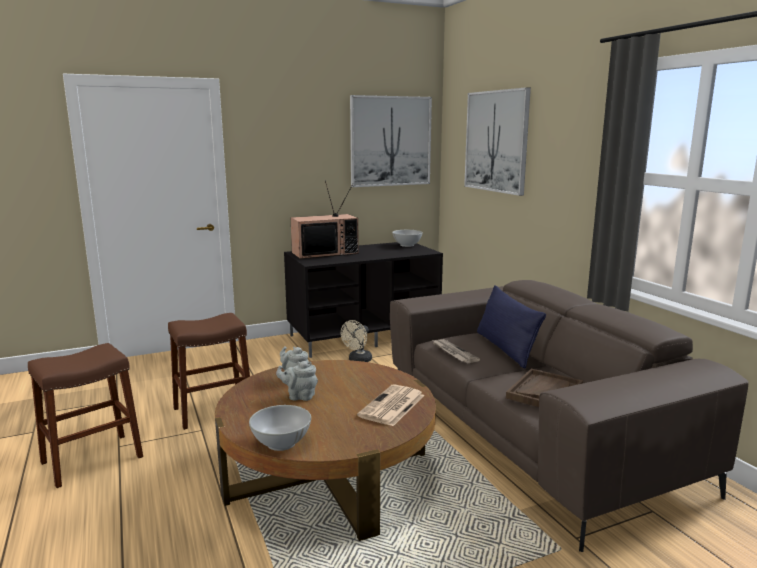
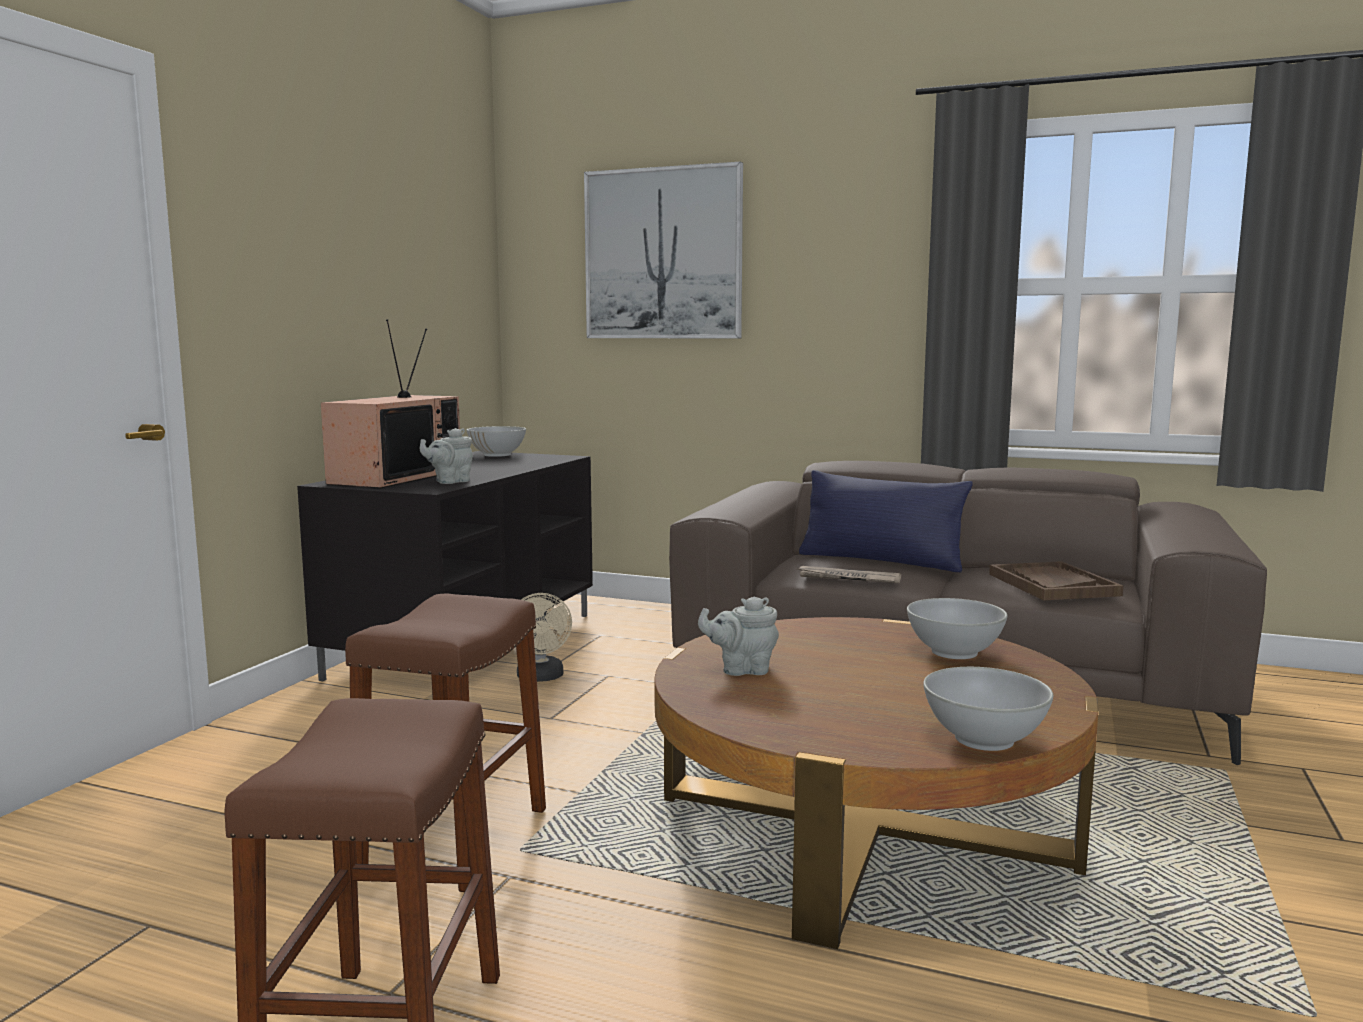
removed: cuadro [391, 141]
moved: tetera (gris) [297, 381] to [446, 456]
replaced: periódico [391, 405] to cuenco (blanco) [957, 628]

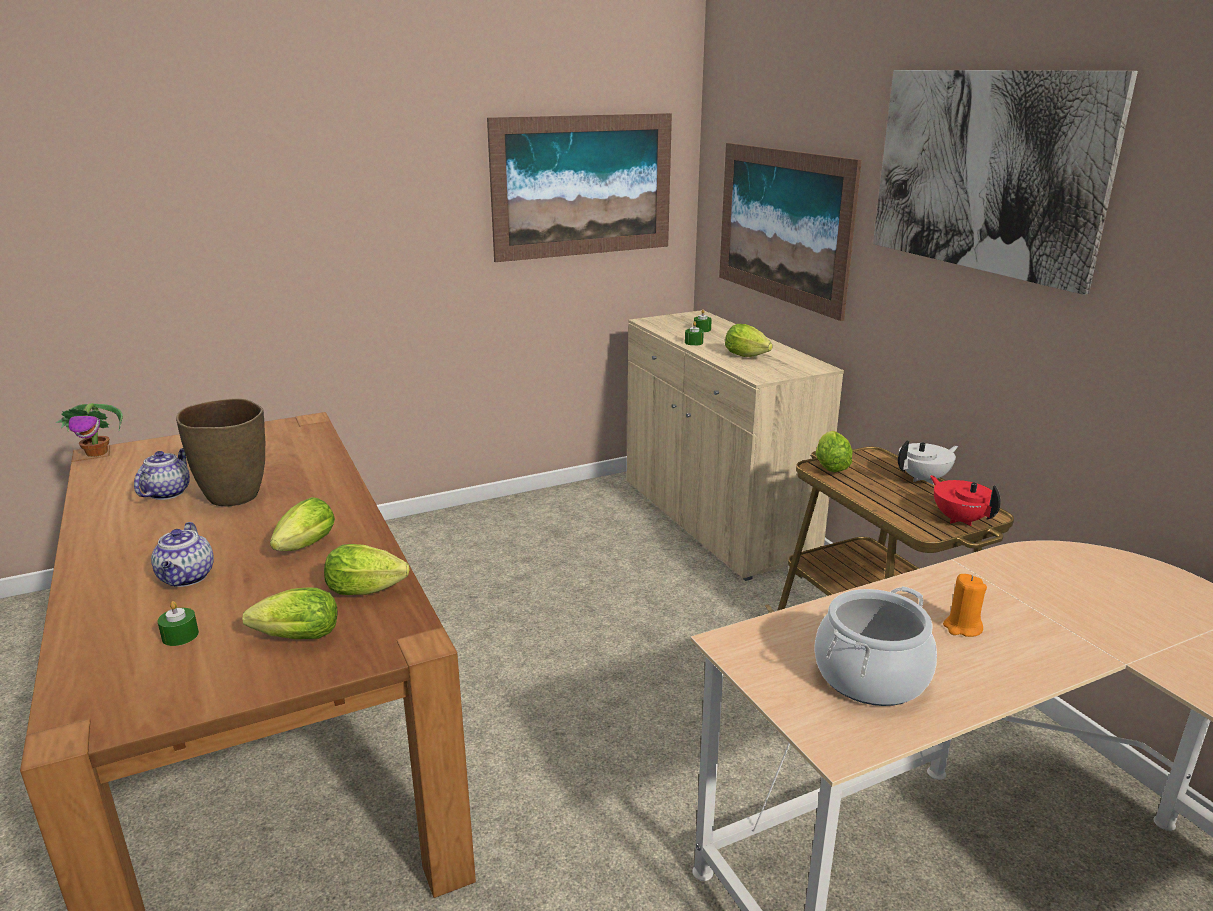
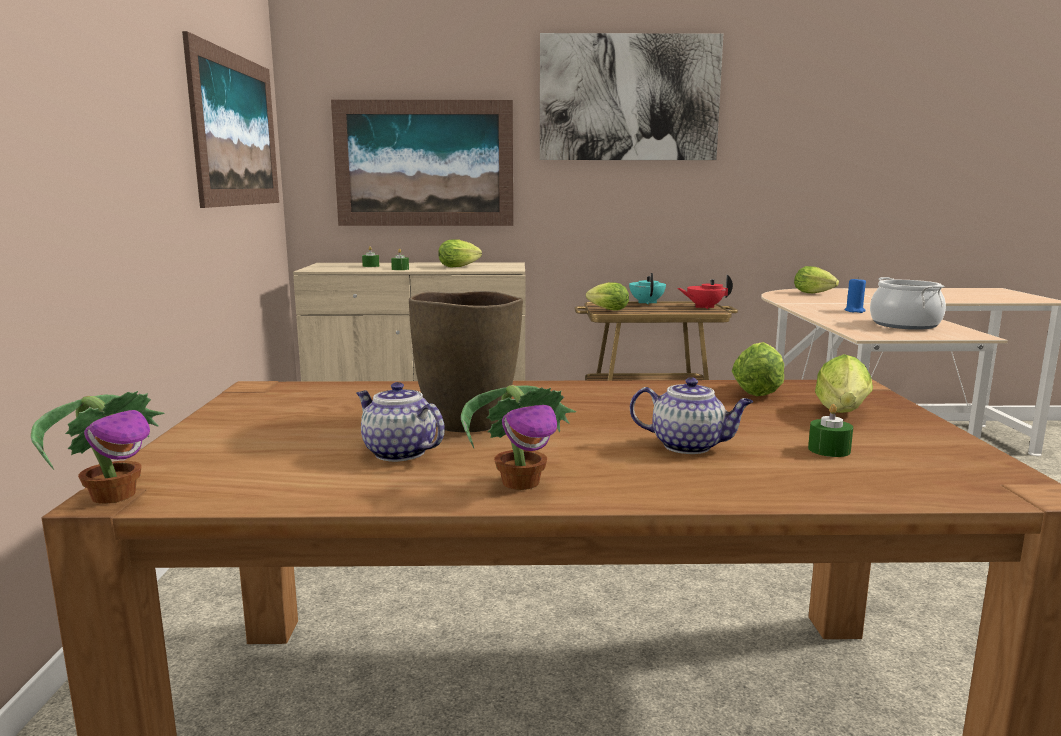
added: planta en maceta [518, 437]
moved: lechuga [302, 524] to [816, 279]
recoloured: tetera (blanco) [928, 462] to tetera (turquesa) [647, 288]; vela (naranja) [965, 605] to vela (azul) [855, 295]

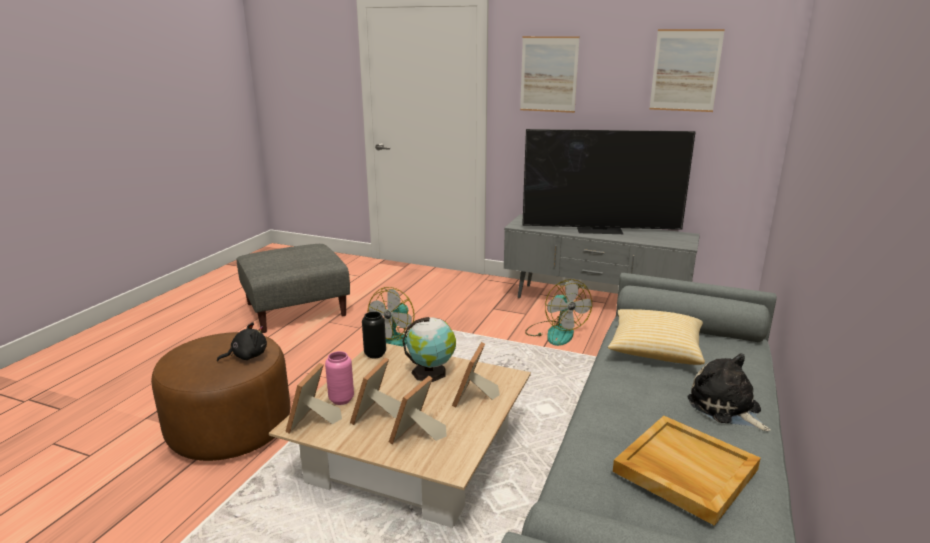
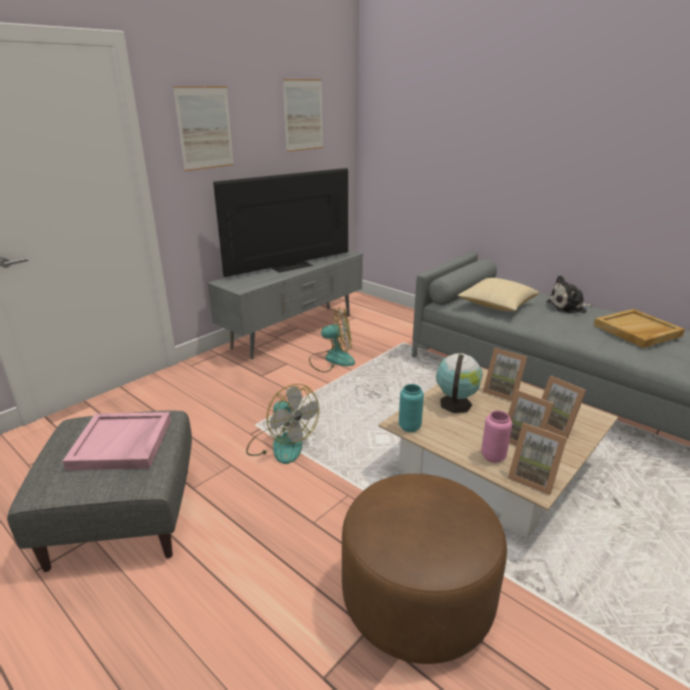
removed: peluche (negro) [242, 342]
added: bandeja (rosa) [117, 441]
recoloured: florero (negro) [374, 335] to florero (turquesa) [411, 408]
turned: televisor [609, 181] = [280, 222] 150 degrees counterclockwise

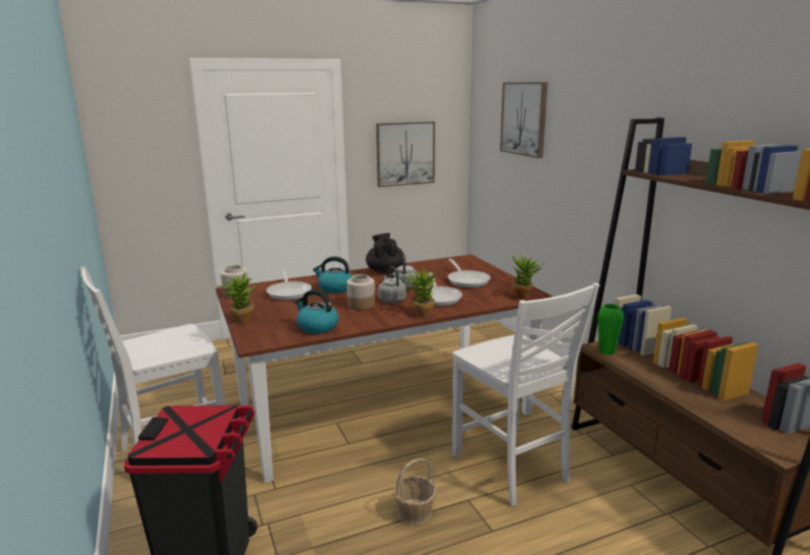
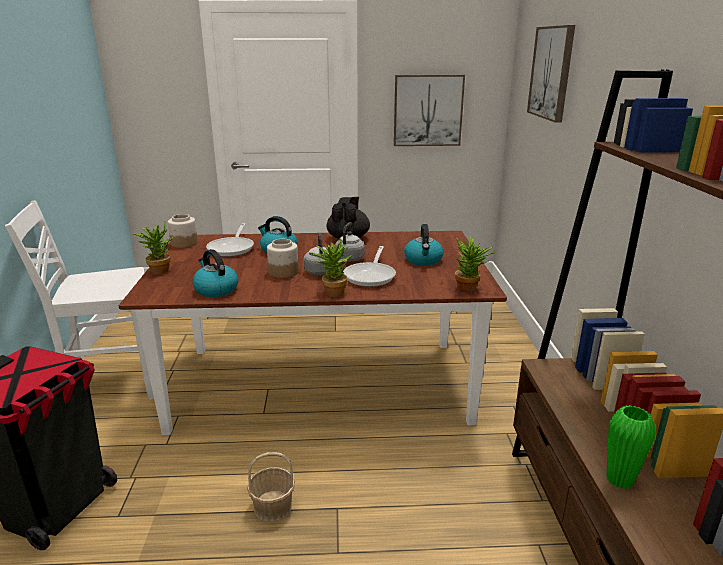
removed: silla (blanco) [526, 394]
moved: florero (verde) [611, 329] to [631, 447]
replaced: sartén [469, 273] to hervidor [424, 245]

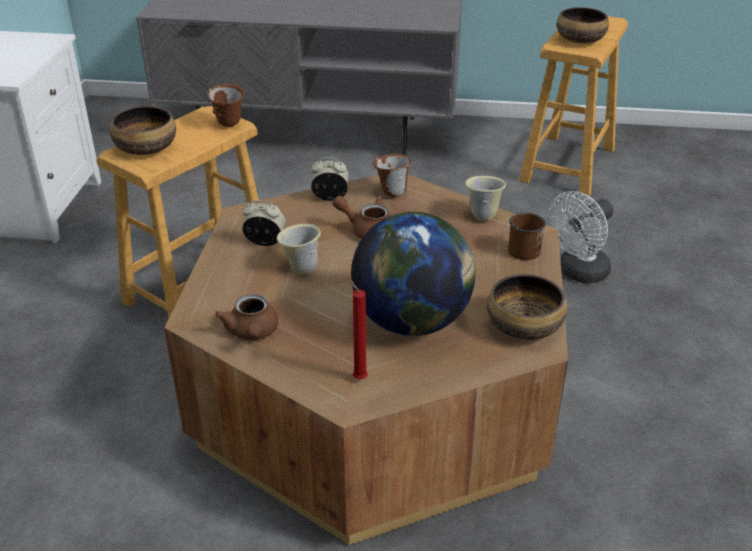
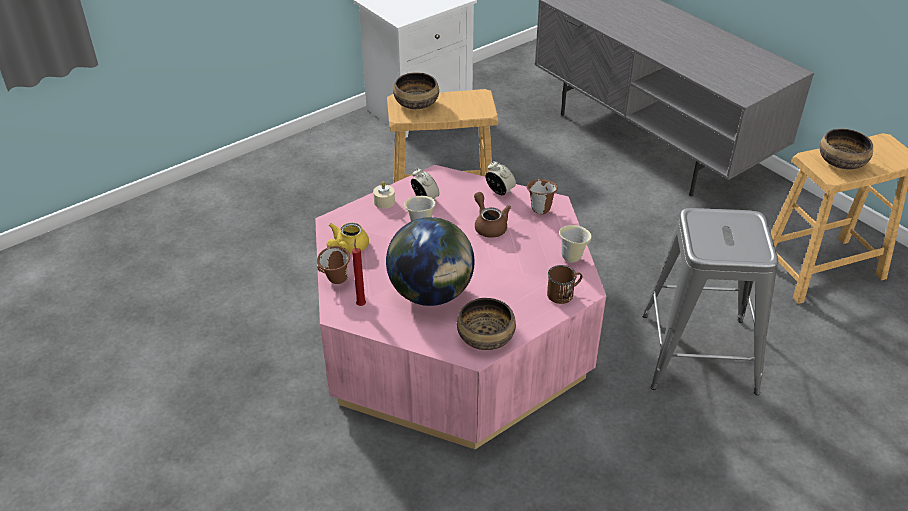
added: vela (beis) [384, 195]
moved: taza grande (marrón) [226, 105] to [333, 265]
replaced: ventilador (blanco) [580, 237] to taburete (gris) [710, 301]
recoloured: mesa de centro (marrón) [366, 360] to mesa de centro (rosa) [460, 307]; tetera (marrón) [246, 317] to tetera (amarillo) [348, 238]

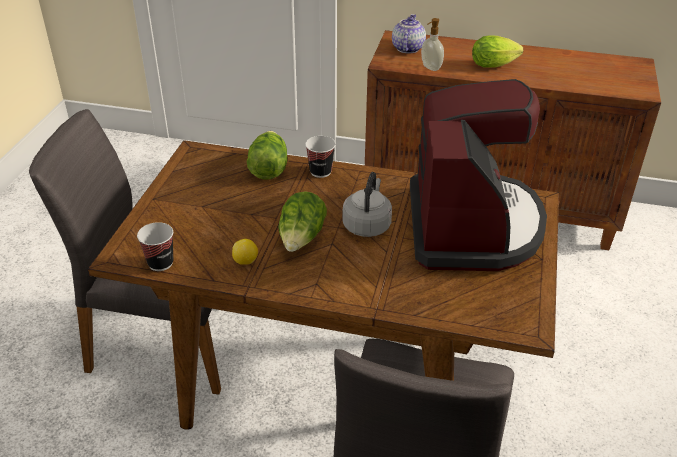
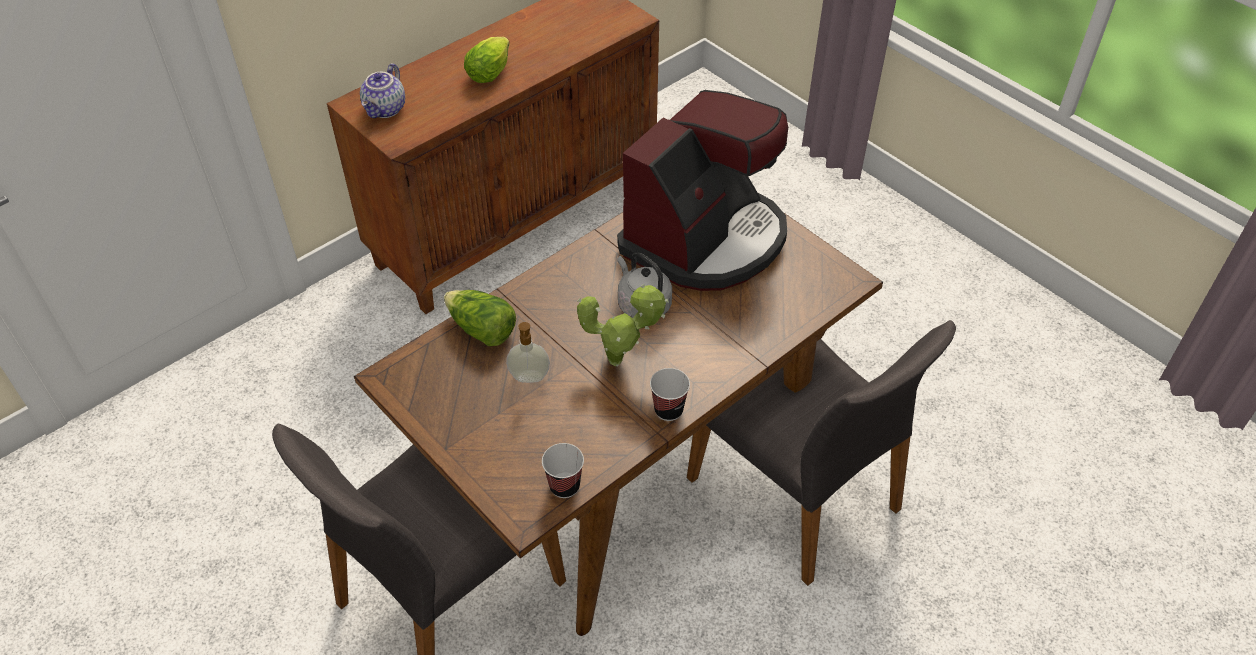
removed: limón [245, 252]
moved: taza [320, 157] to [670, 394]; dispensador de jabón [432, 44] to [528, 352]
replaced: lechuga [302, 221] to planta en maceta [623, 325]
turned: tetera [409, 34] = [382, 90] 120 degrees counterclockwise; cafetera [478, 175] = [702, 190] 90 degrees clockwise

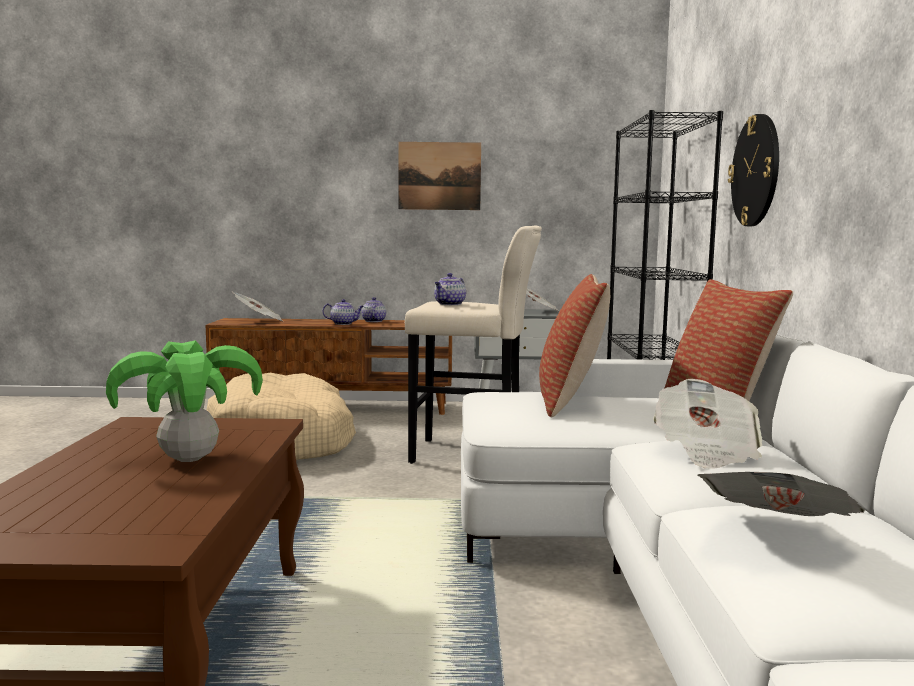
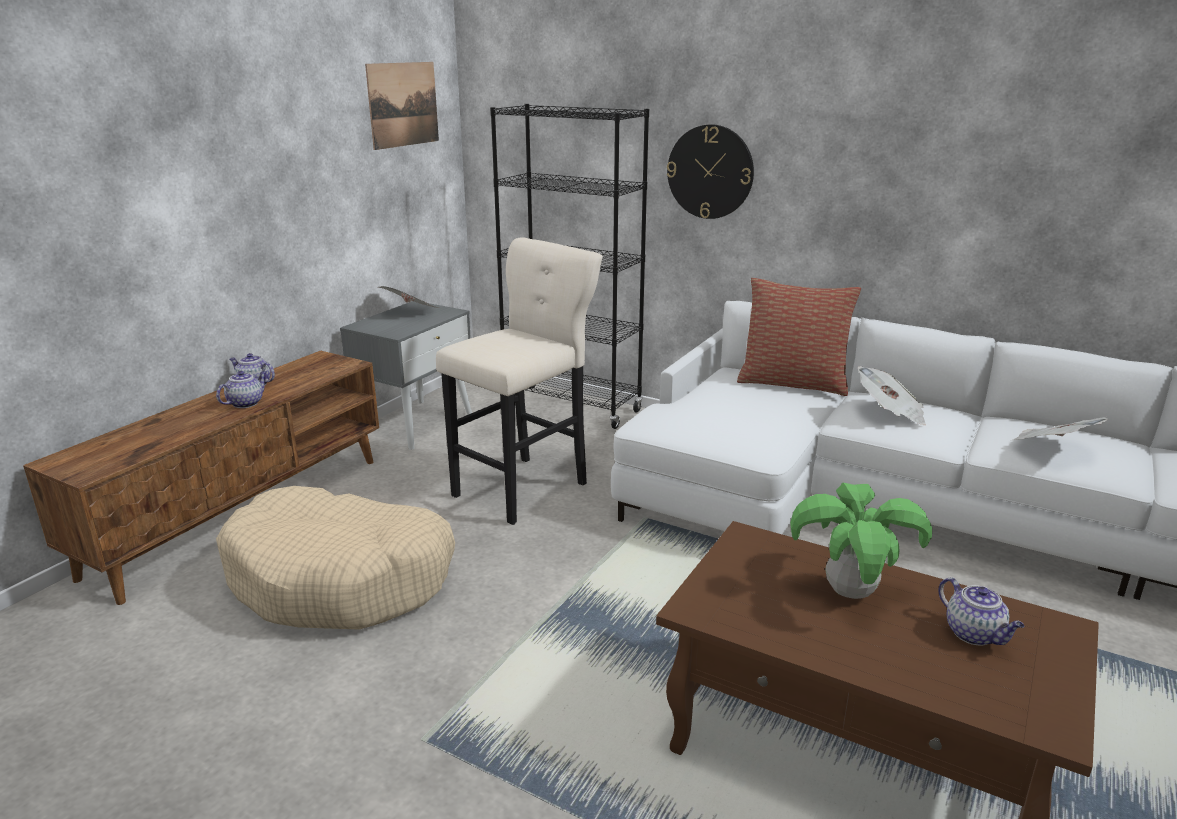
removed: periódico [257, 306]; cojín [574, 345]
moved: cuadro [440, 176] to [402, 106]; tetera [450, 289] to [982, 611]

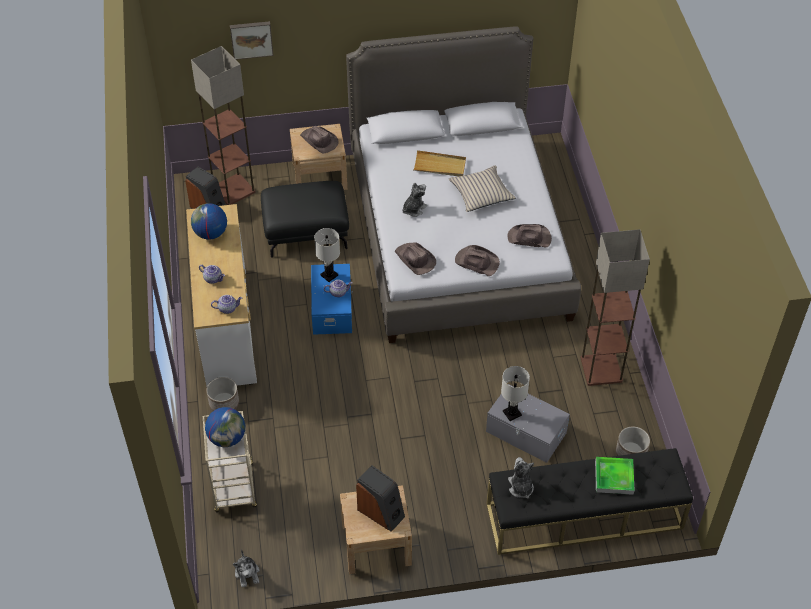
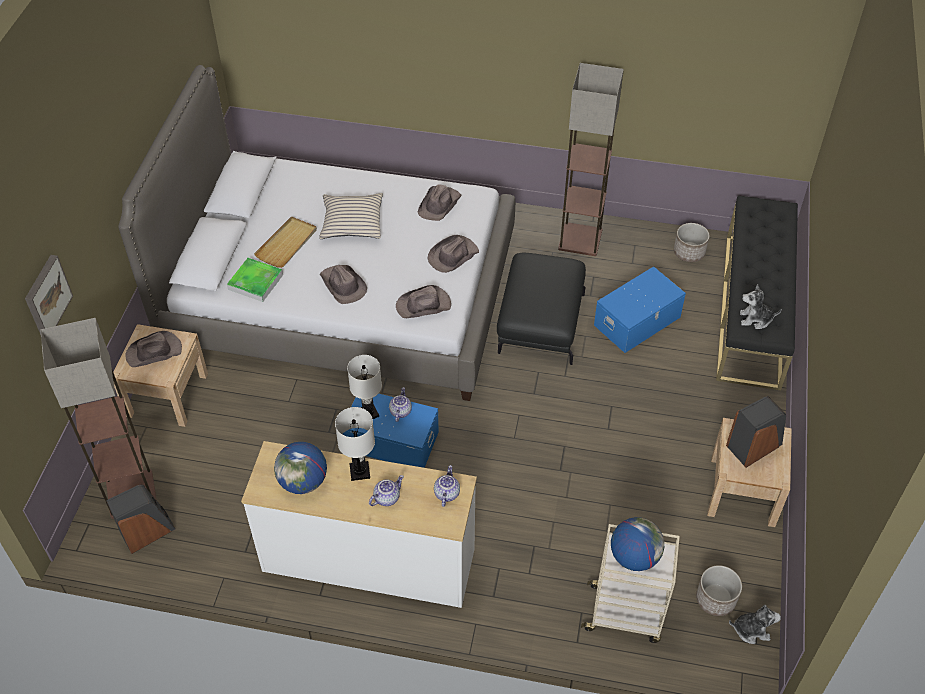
moved: maceta [222, 394] to [719, 590]; puf (negro) [305, 219] to [541, 309]; lámpara de mesa (blanco) [515, 393] to [355, 444]; bandeja [615, 476] to [255, 280]
replaced: peluche [414, 200] to sombrero (marrón) [343, 284]
recoloured: caja de almacenaje (gris) [528, 423] to caja de almacenaje (azul) [640, 309]

